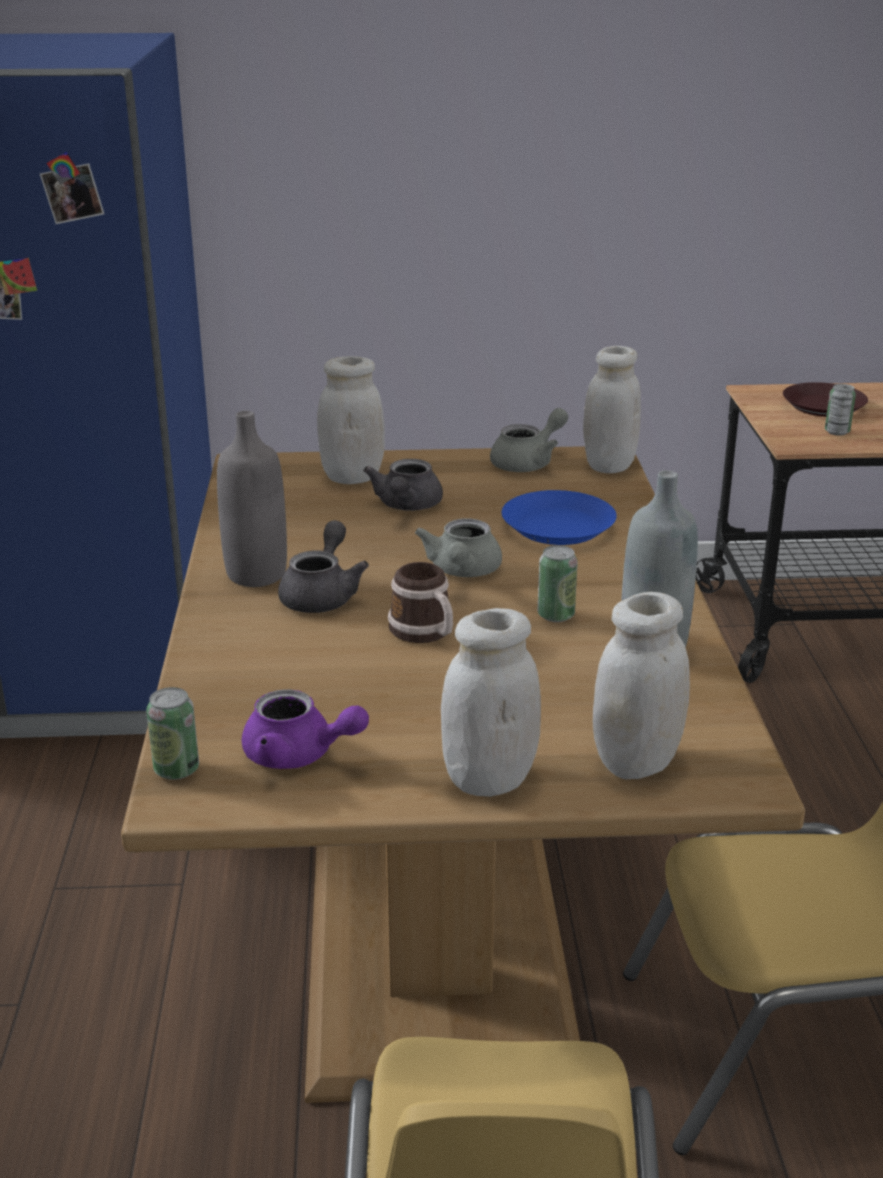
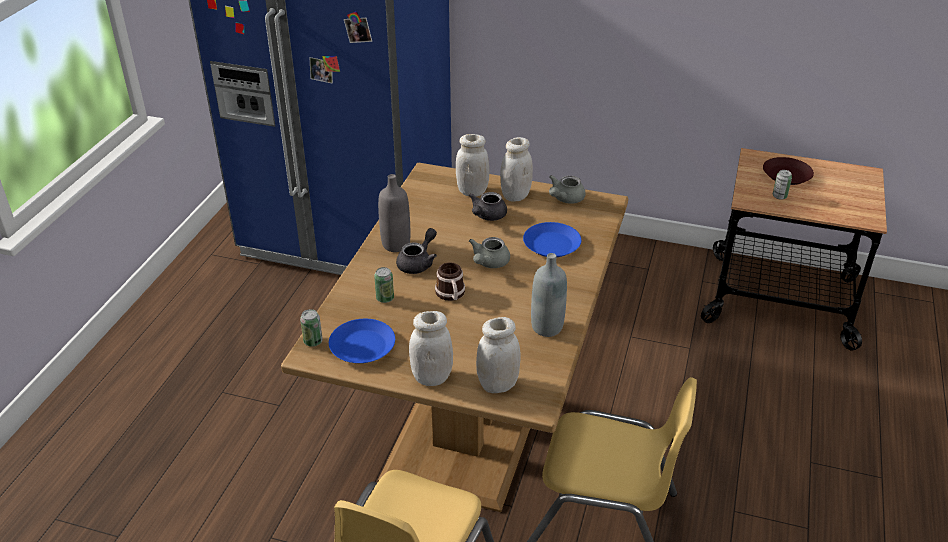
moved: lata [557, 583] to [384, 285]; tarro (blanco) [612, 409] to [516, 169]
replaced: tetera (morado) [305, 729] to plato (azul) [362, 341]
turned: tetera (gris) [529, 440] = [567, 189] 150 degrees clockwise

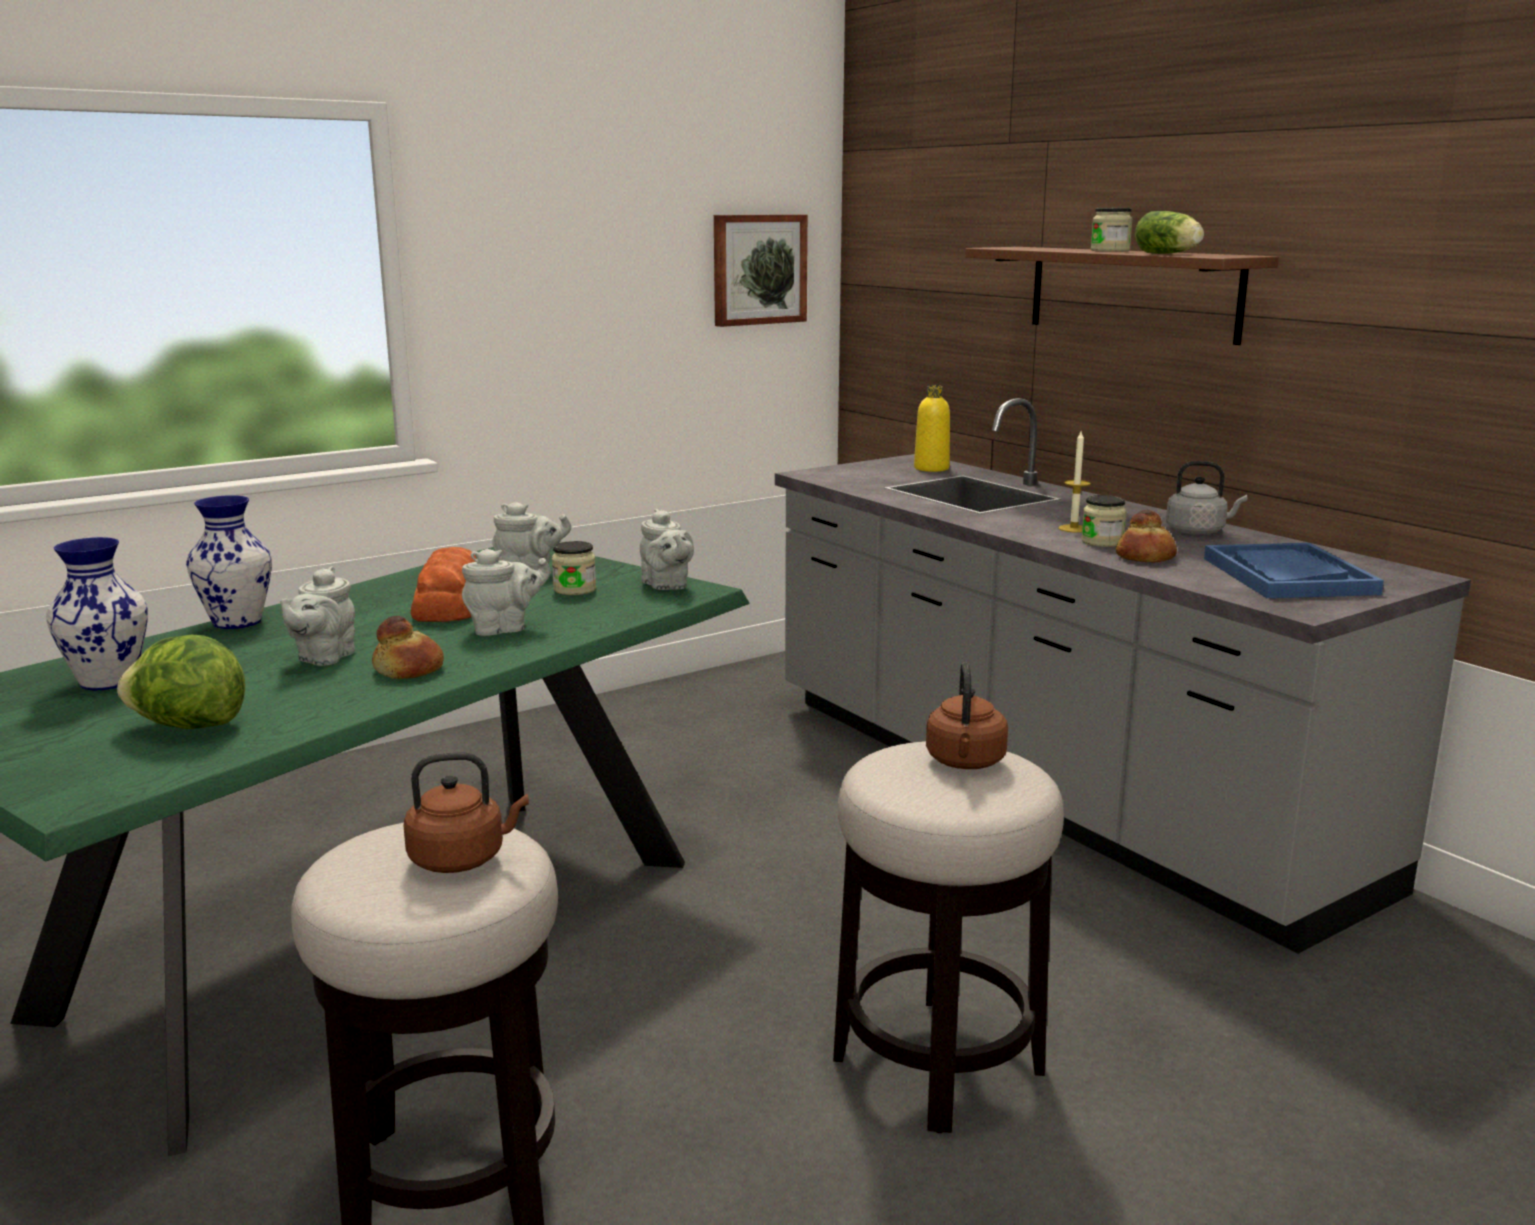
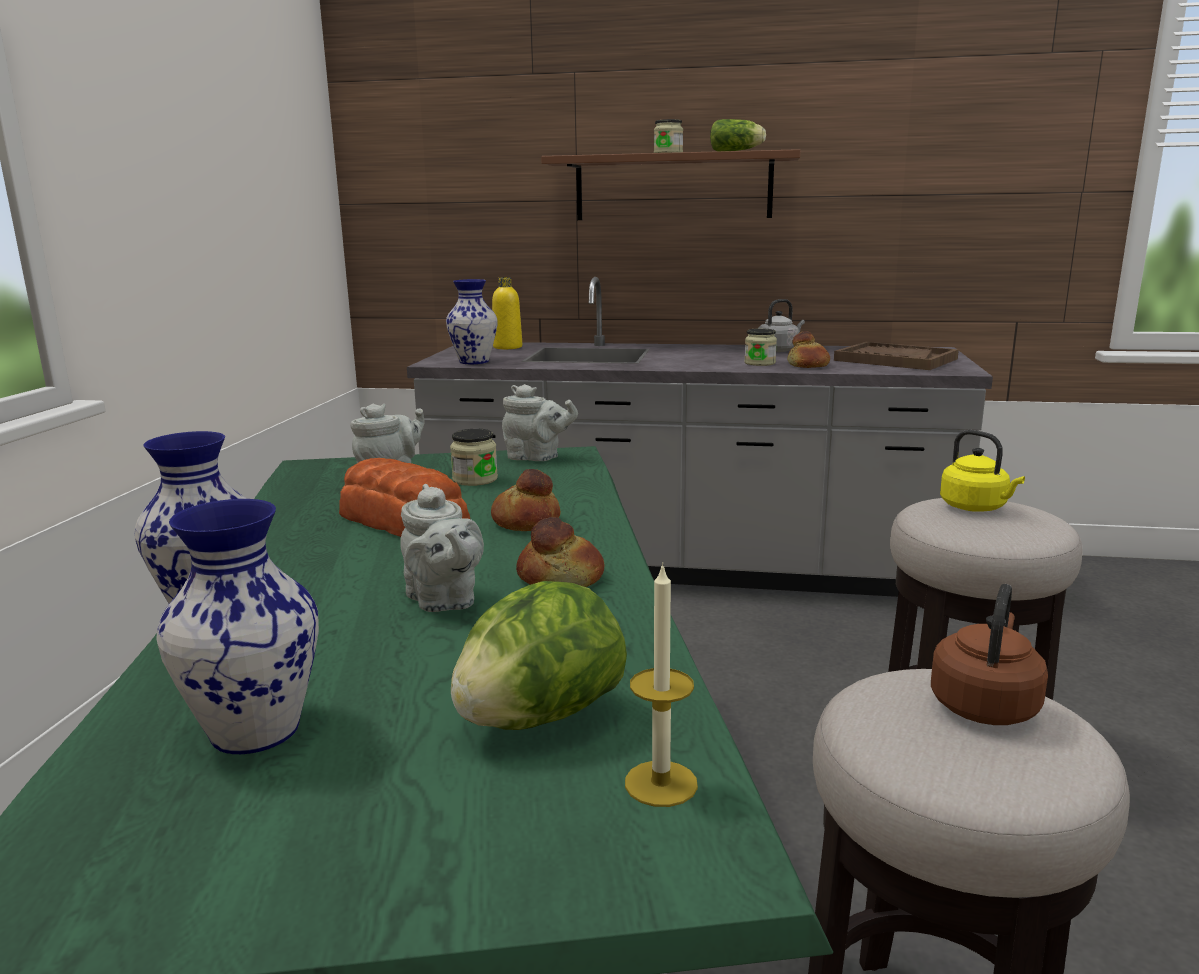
removed: cuadro [761, 271]
added: florero [472, 321]
moved: vela [1074, 482] to [661, 684]
replaced: tetera (gris) [506, 592] to pan [526, 500]
recoloured: hervidor (marrón) [967, 715] to hervidor (amarillo) [982, 471]; bandeja (azul) [1294, 570] to bandeja (marrón) [896, 356]

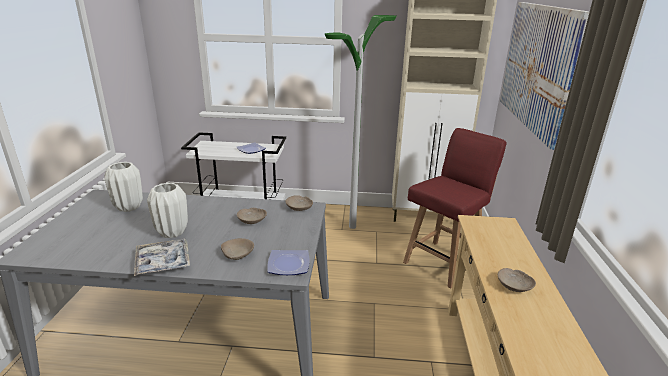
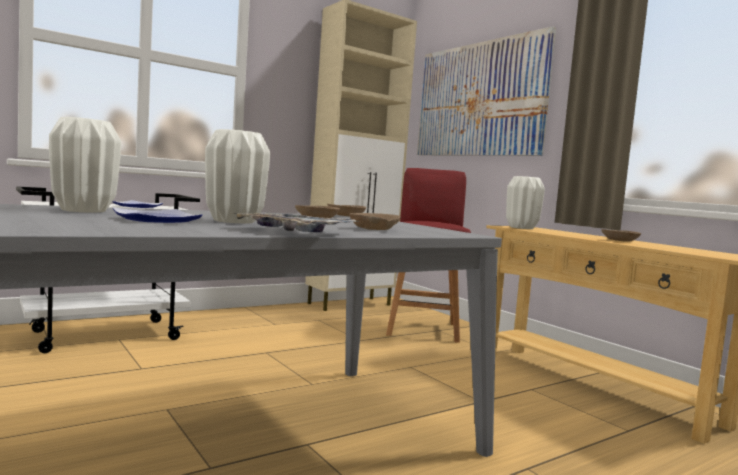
removed: lámpara de pie [361, 122]
added: florero (blanco) [525, 202]
moved: plato [288, 262] to [157, 215]

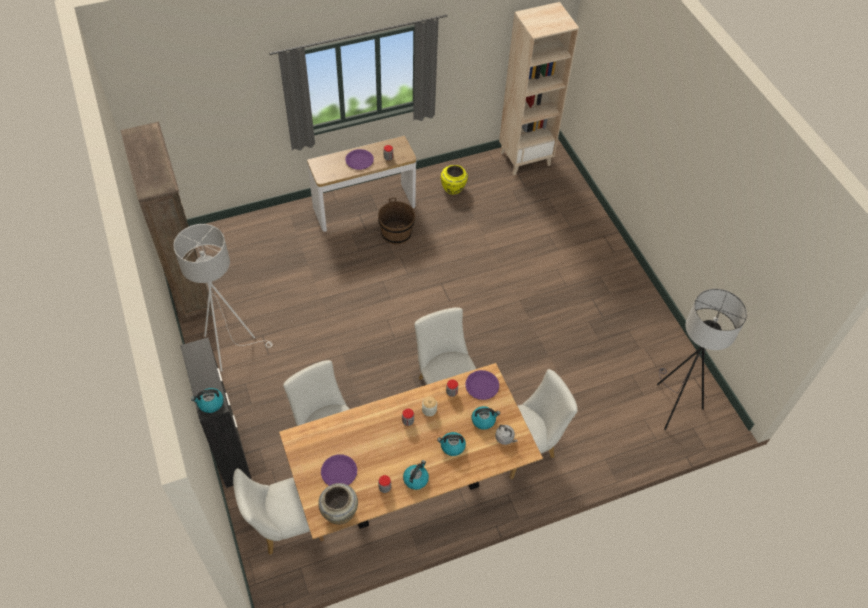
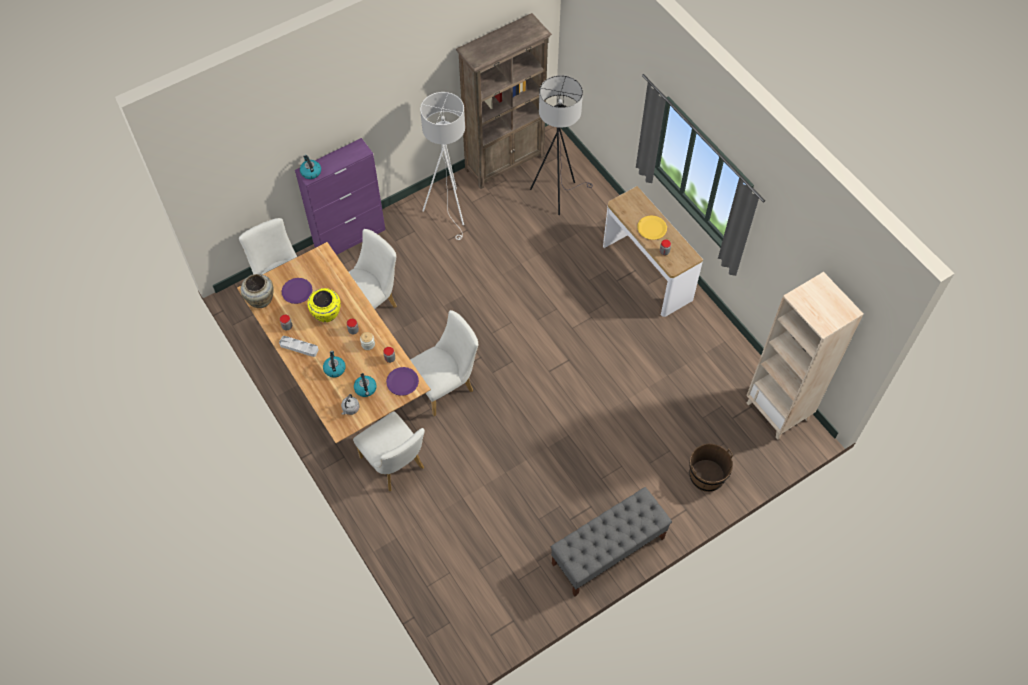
added: banco (gris) [611, 541]
moved: cubo (marrón) [396, 220] to [711, 468]; florero (amarillo) [454, 180] to [324, 305]; lámpara de pie (gris) [702, 359] to [561, 145]
replaced: hervidor [416, 475] to bandeja (gris) [299, 346]
recoloured: armario (negro) [216, 413] to armario (morado) [340, 196]; plato (morado) [359, 159] to plato (amarillo) [652, 227]

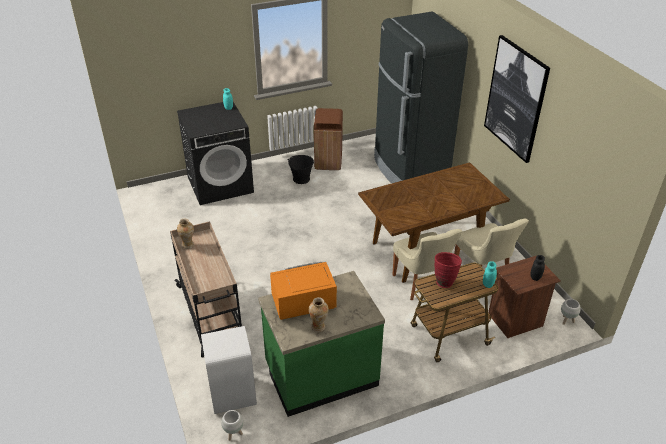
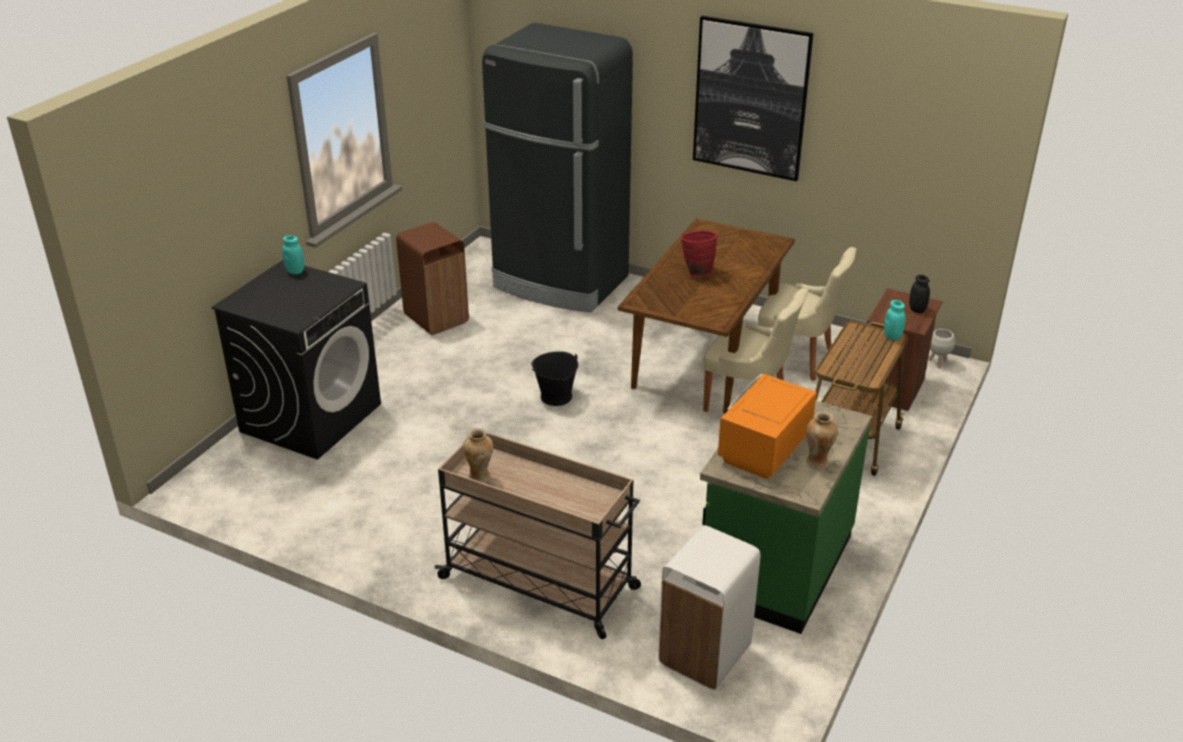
removed: maceta (blanco) [232, 425]
moved: cubo (negro) [301, 169] to [554, 378]; florero (rojo) [448, 270] to [699, 253]

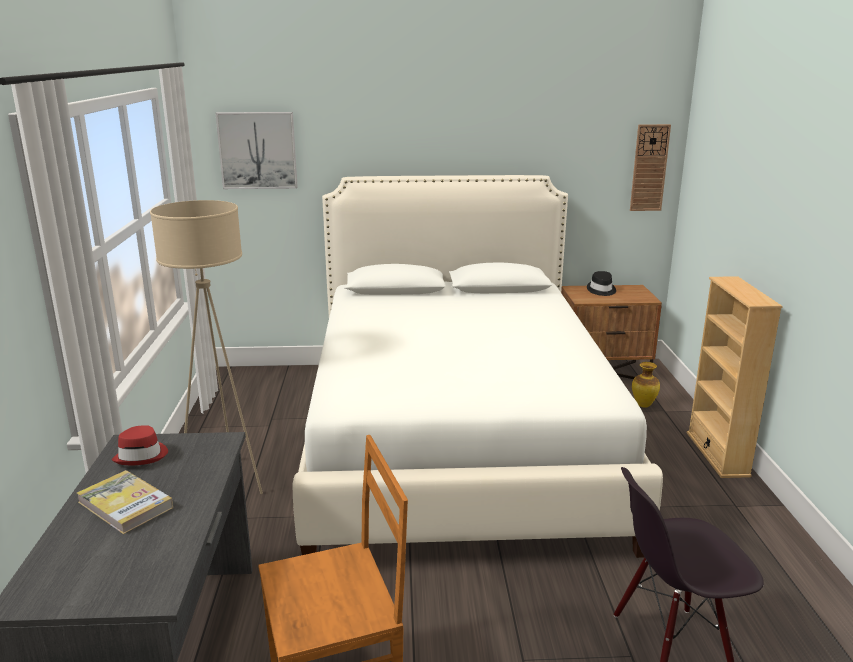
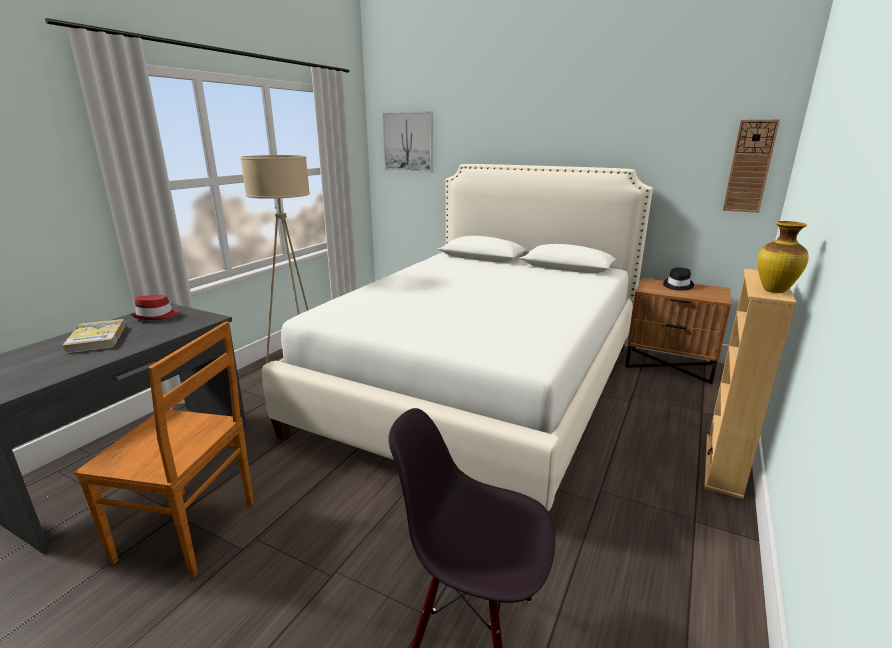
moved: florero [646, 385] to [783, 257]

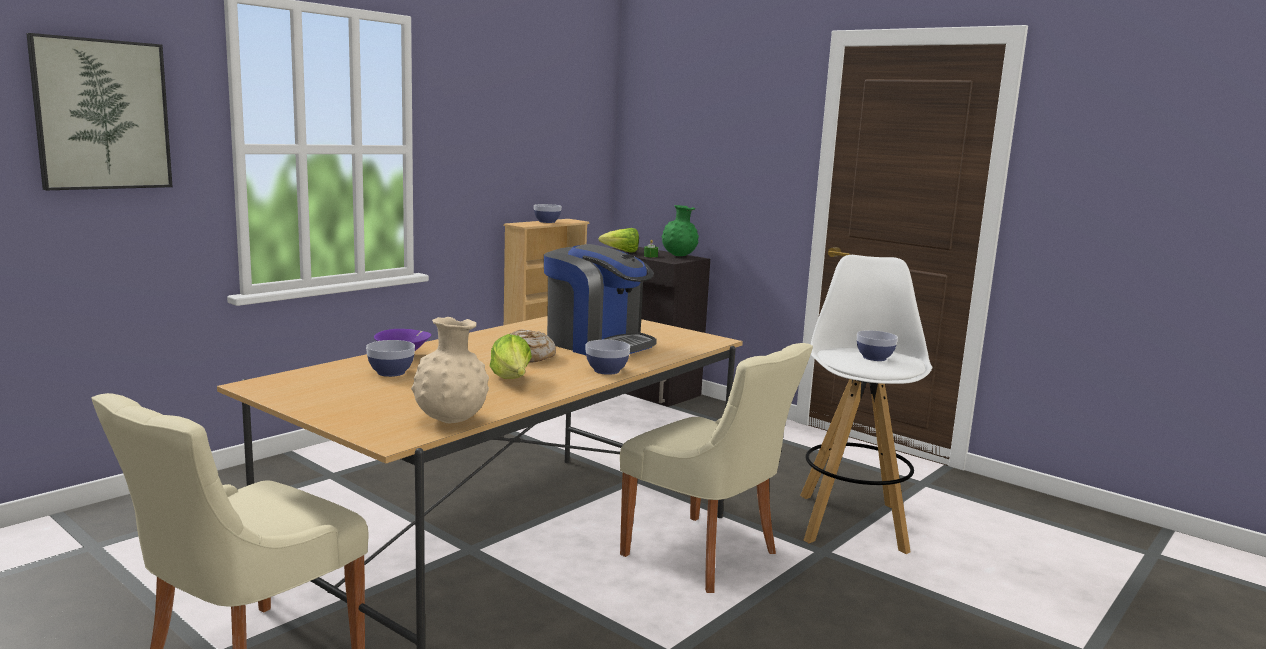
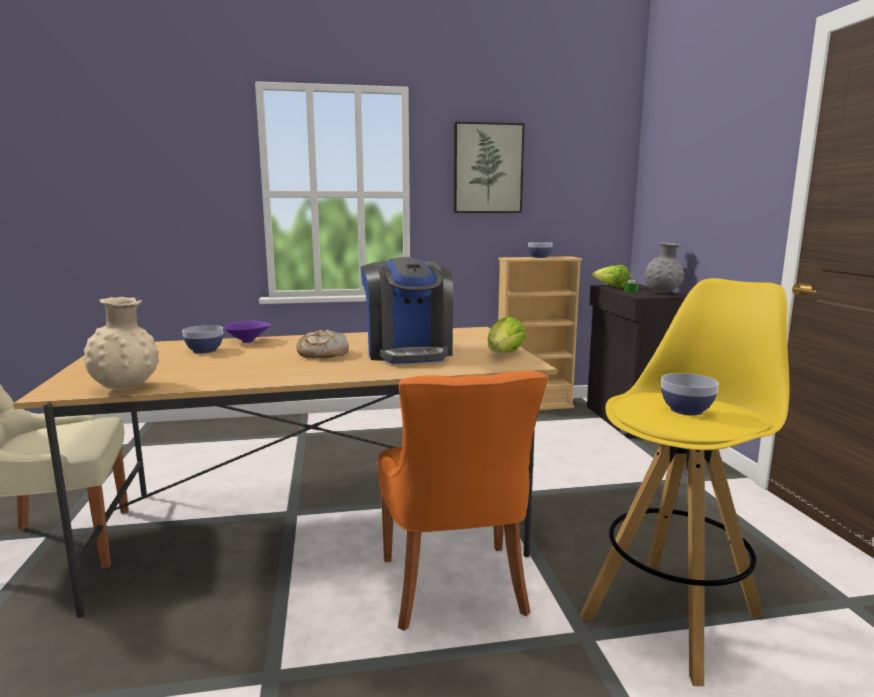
removed: cuenco [608, 357]
moved: cuadro [99, 111] to [489, 167]; lechuga [511, 356] to [506, 334]
recoloured: silla (beis) [716, 468] to silla (naranja) [463, 501]; florero (verde) [680, 230] to florero (gris) [664, 267]; taburete (blanco) [866, 404] to taburete (amarillo) [685, 482]

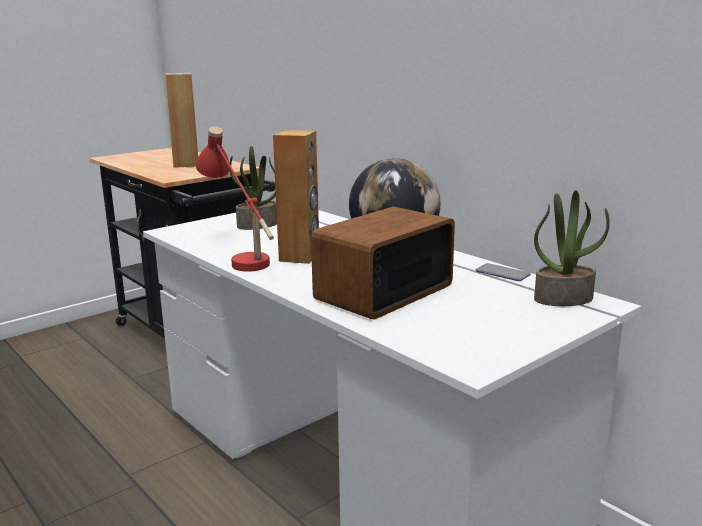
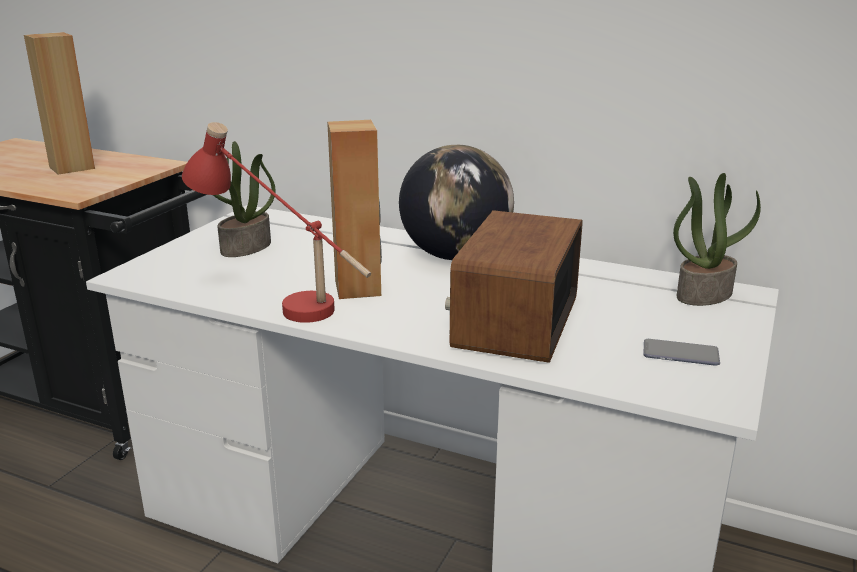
moved: móvil [503, 272] to [681, 352]

